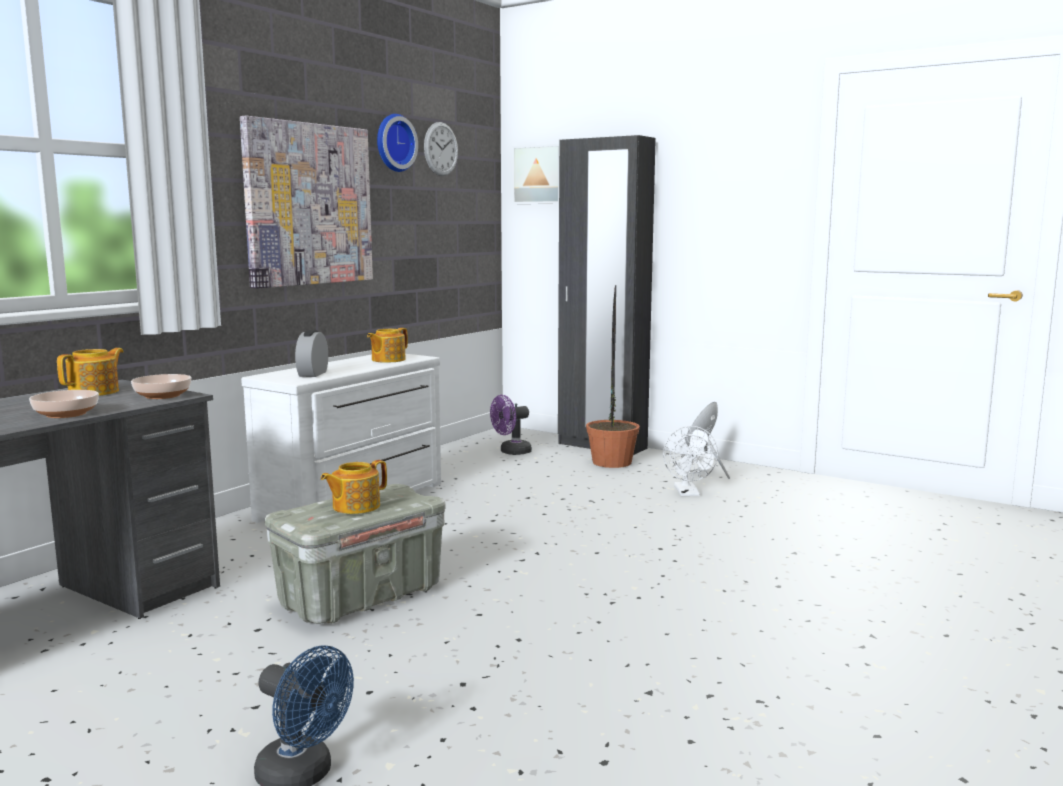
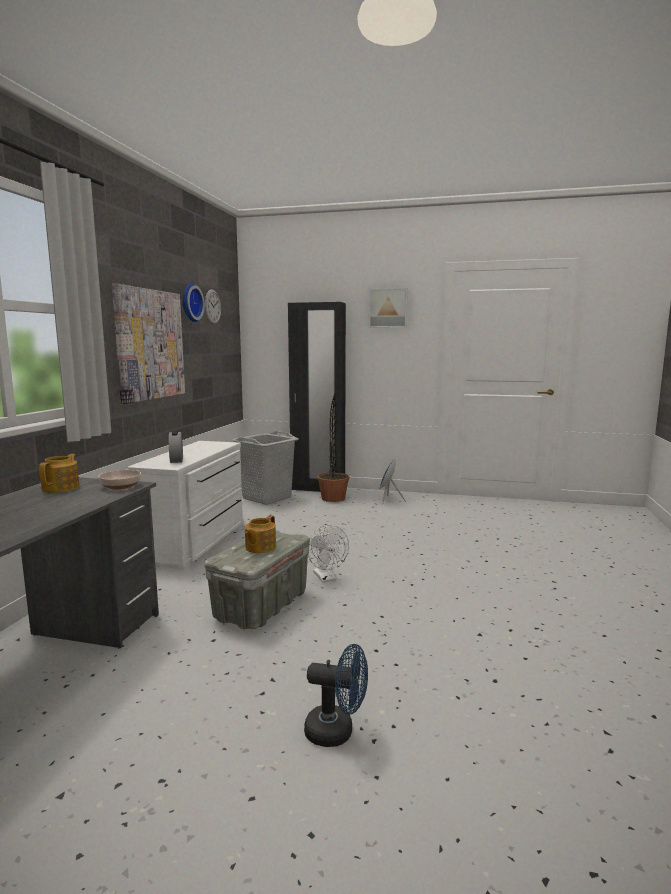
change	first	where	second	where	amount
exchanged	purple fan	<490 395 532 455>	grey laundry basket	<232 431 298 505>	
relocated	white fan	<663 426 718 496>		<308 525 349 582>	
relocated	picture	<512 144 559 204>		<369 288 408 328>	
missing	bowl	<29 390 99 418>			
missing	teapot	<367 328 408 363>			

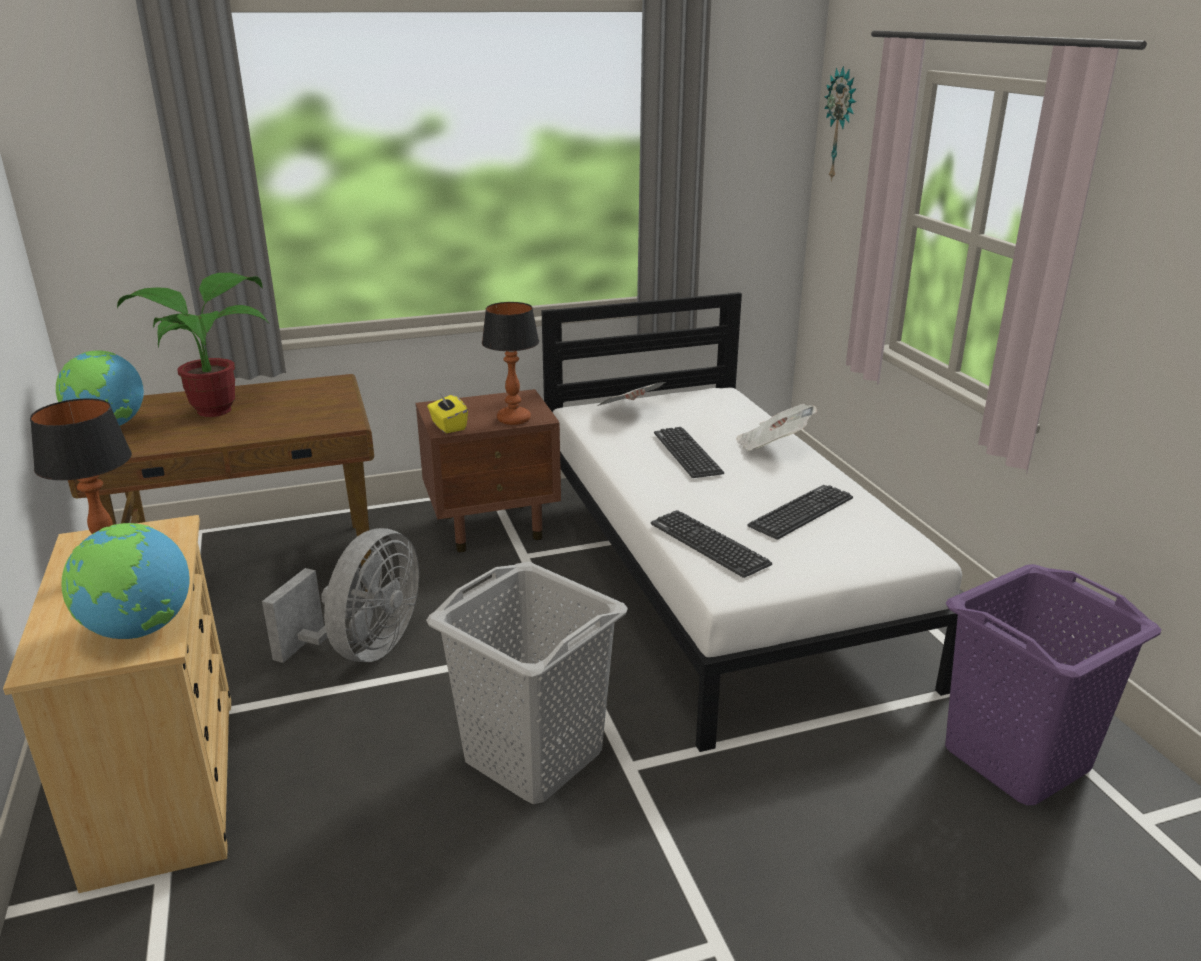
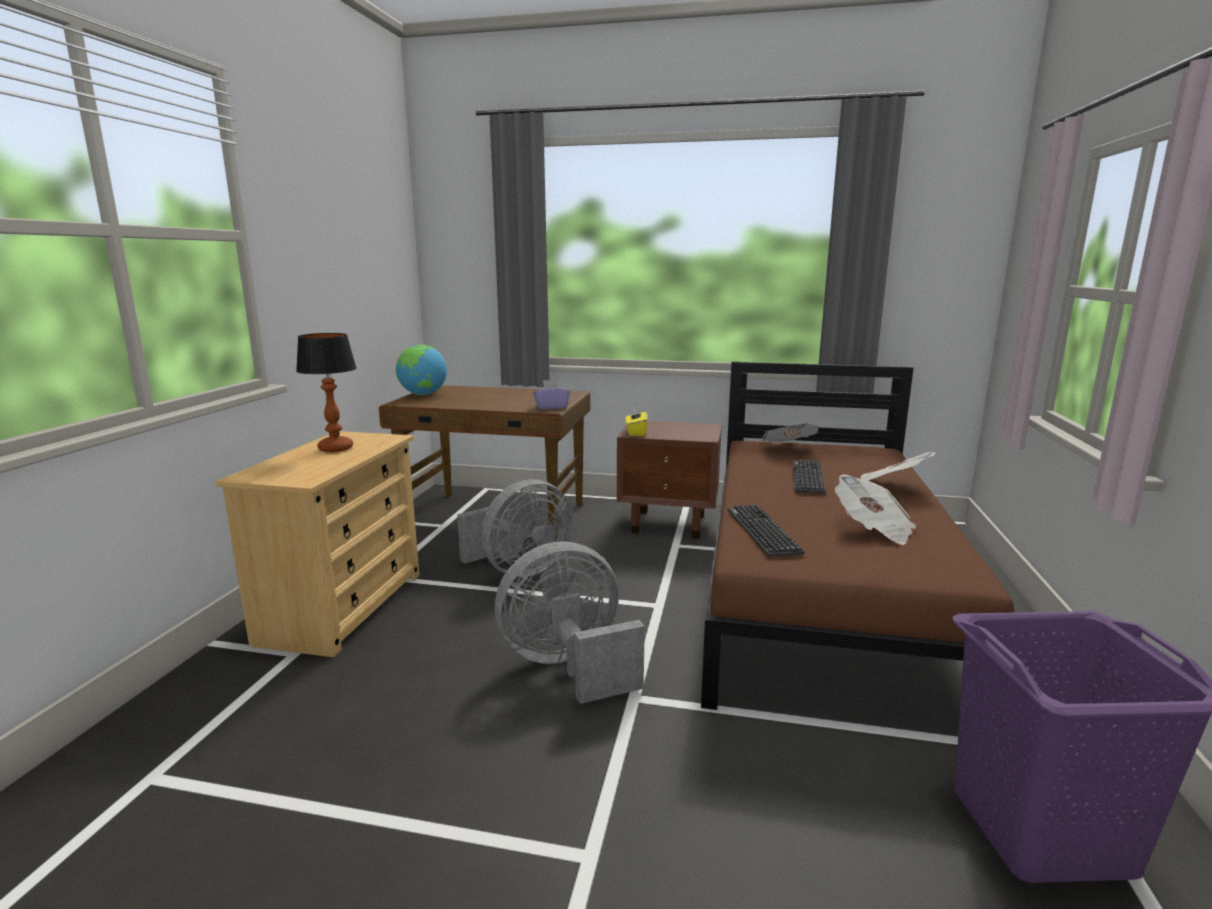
change	first	where	second	where	amount
exchanged	grey laundry basket	<426 562 628 804>	grey fan	<495 541 645 704>	
appeared			purple tissue box	<533 380 570 409>	
colour	white bed	<541 292 962 752>	brown bed	<701 361 1020 710>	
exchanged	keyboard	<747 485 853 540>	newspaper	<835 474 916 545>	
missing	globe	<62 523 190 639>			
missing	potted plant	<117 273 269 417>			
missing	table lamp	<482 302 539 425>			
missing	wall clock	<824 66 856 181>			

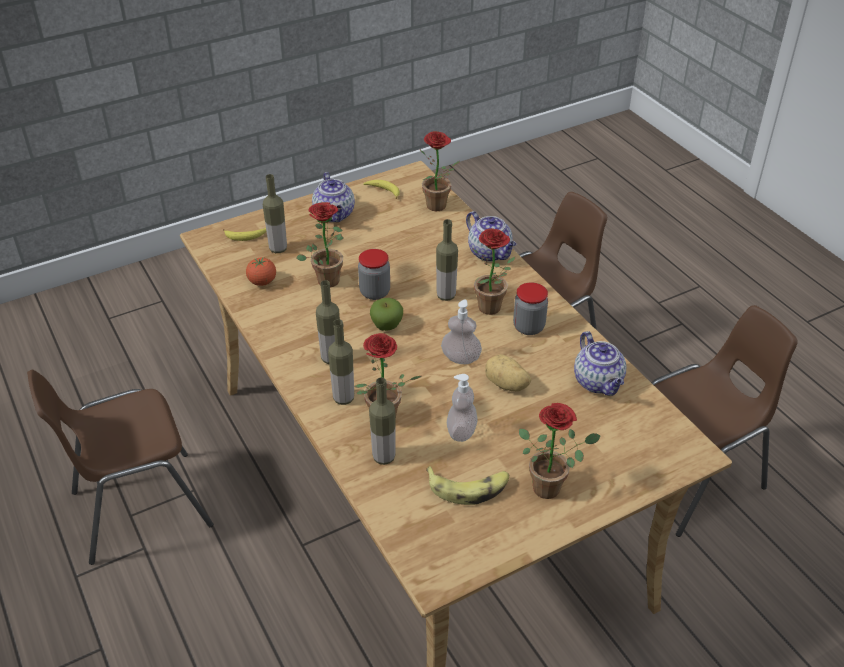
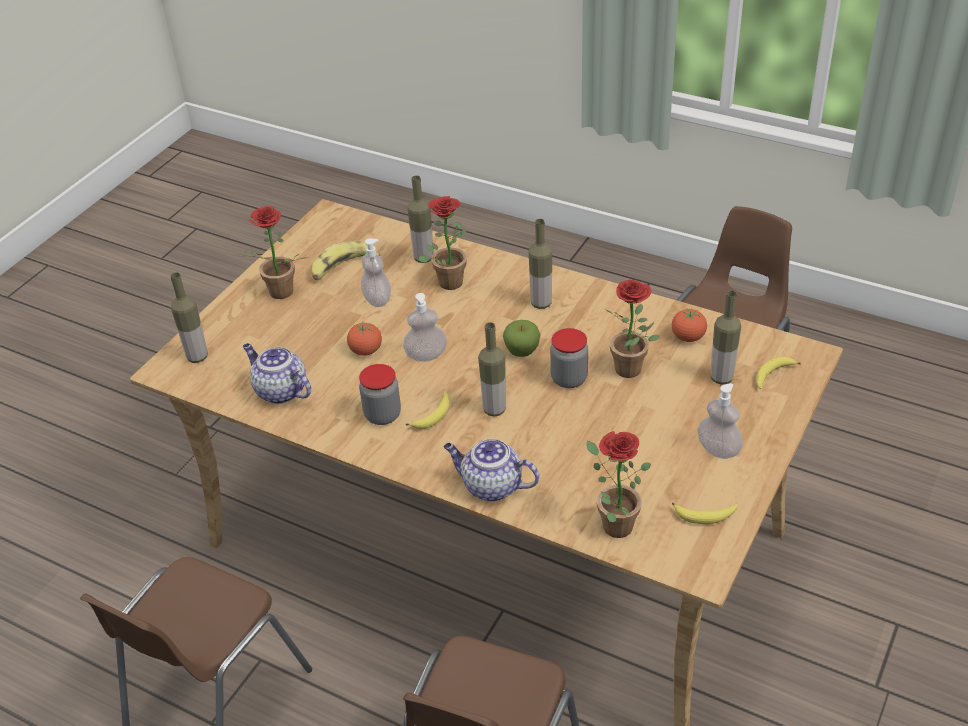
change	first	where	second	where	amount
relocated	bottle	<328 319 354 405>		<170 272 208 363>	
exchanged	potato	<485 354 531 392>	tomato	<347 322 382 356>	
exchanged	potted plant	<472 228 515 315>	banana	<406 392 450 429>	
exchanged	teapot	<312 172 355 222>	soap dispenser	<697 383 743 459>	

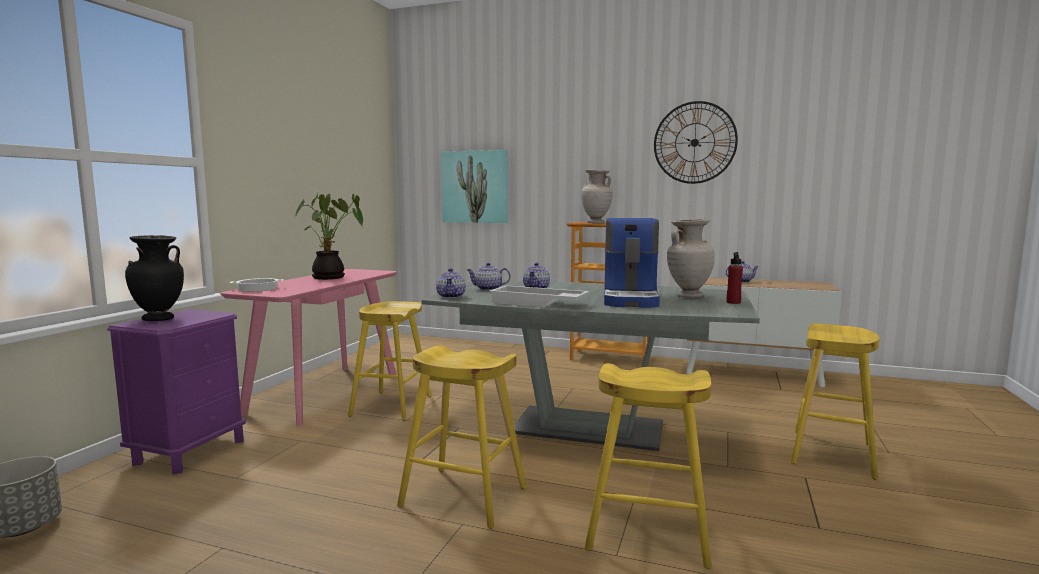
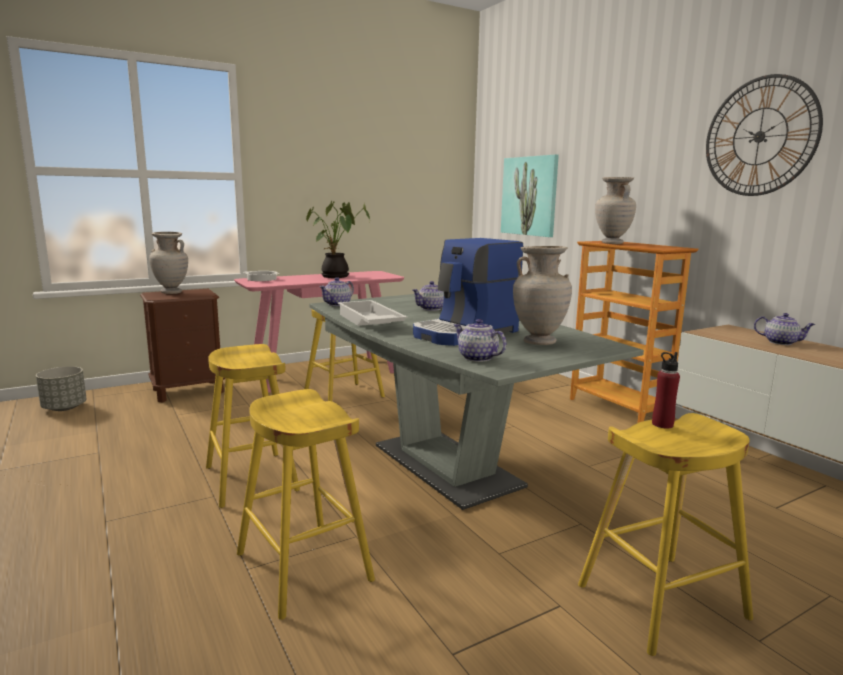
change	first	where	second	where	amount
colour	purple nightstand	<107 309 246 474>	brown nightstand	<140 289 225 403>	
colour	black vase	<125 235 184 321>	beige vase	<149 232 188 294>	
relocated	teapot	<467 263 511 290>		<454 319 506 362>	
relocated	red bottle	<726 252 743 304>		<652 352 680 429>	

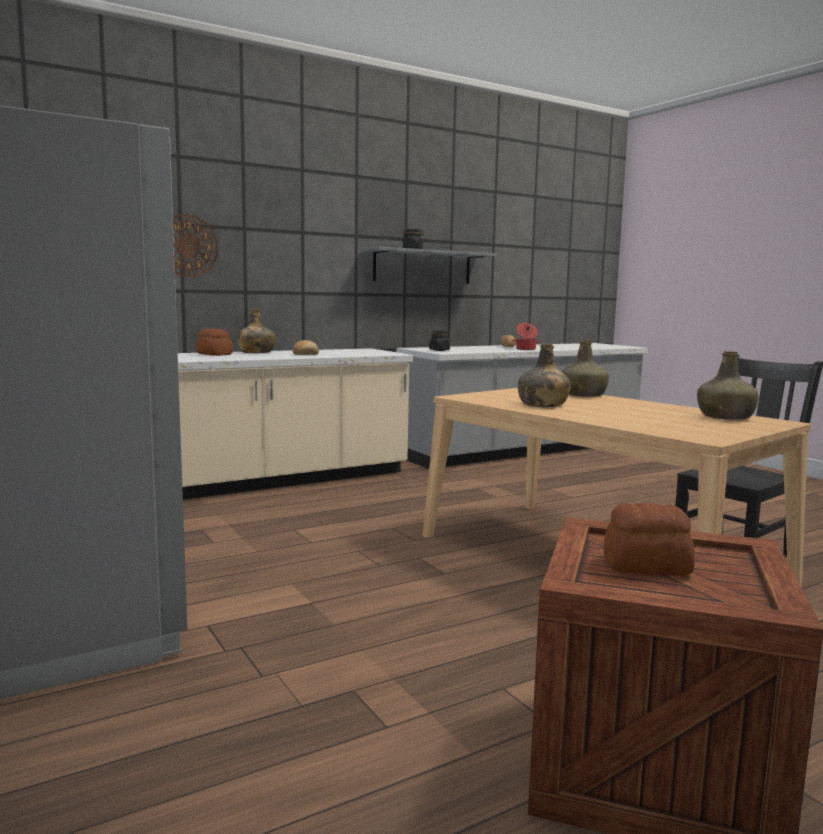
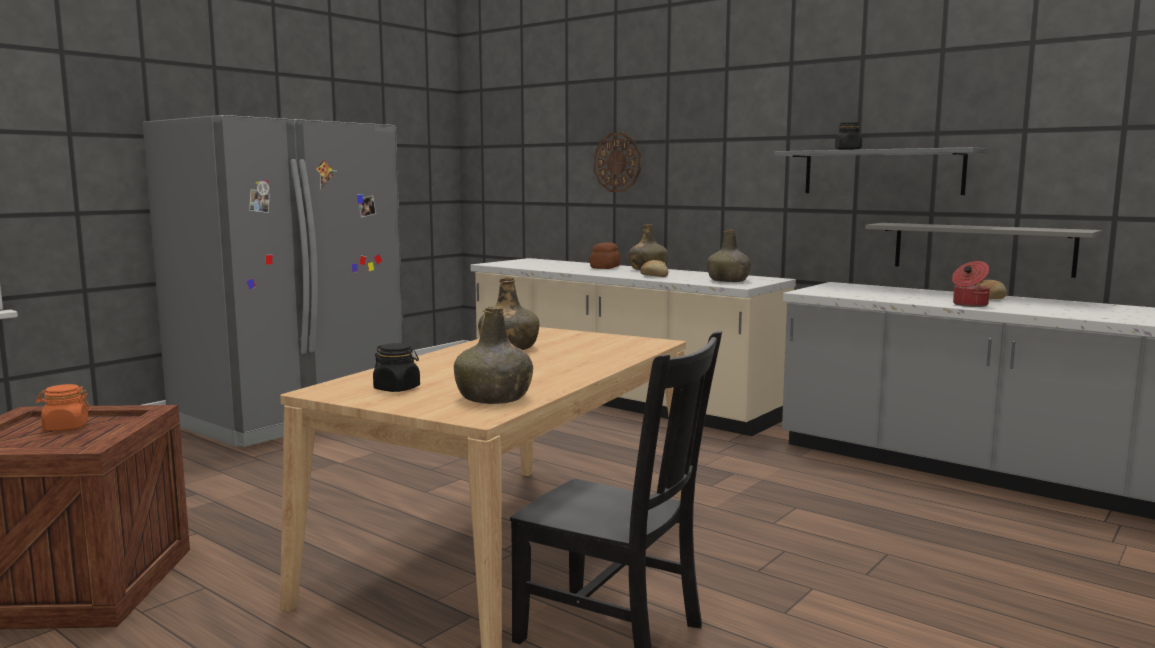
change	first	where	second	where	amount
exchanged	bread	<604 503 695 576>	orange jar	<36 384 91 431>	
relocated	black jar	<429 330 450 351>		<373 343 420 392>	
relocated	green bottle	<562 340 609 397>		<707 230 751 282>	
appeared			grey shelf	<865 223 1102 278>	

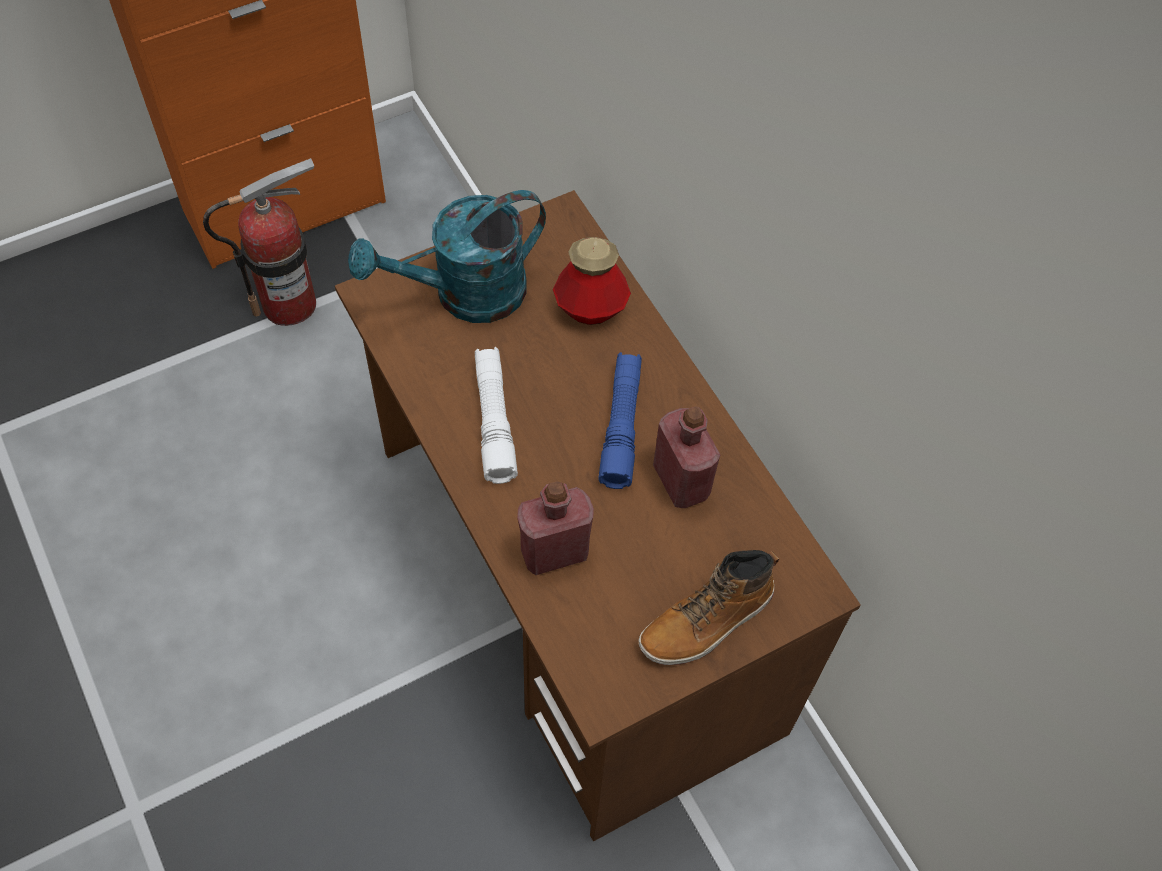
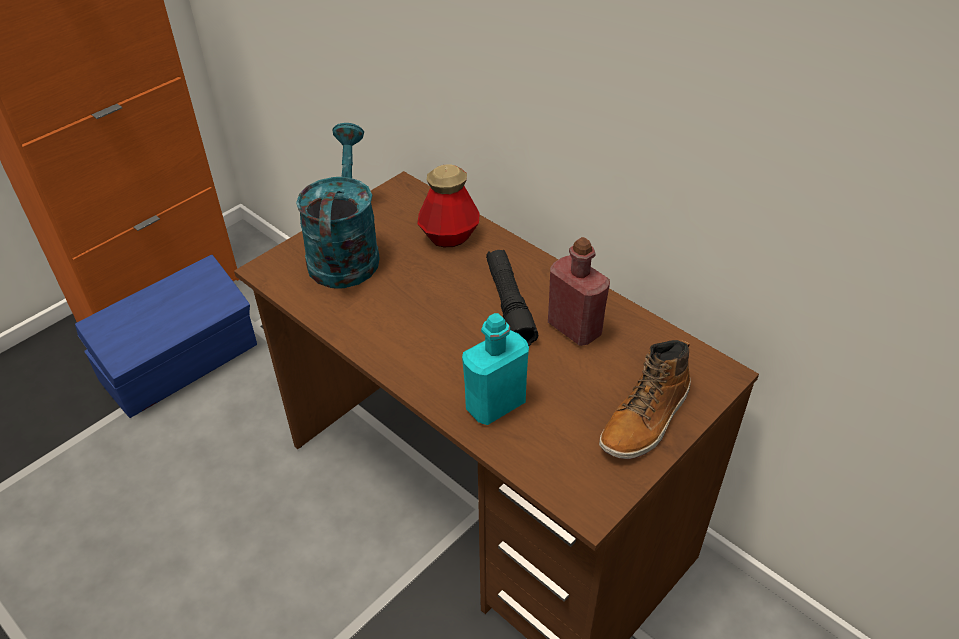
change	first	where	second	where	amount
exchanged	fire extinguisher	<203 158 316 326>	blue storage box	<75 255 257 418>	
spun	turquoise watering can	<348 190 546 323>		<296 123 380 289>	135 degrees clockwise
colour	red bottle	<517 481 594 575>	turquoise bottle	<462 313 529 425>	
colour	blue flashlight	<598 352 642 489>	black flashlight	<486 249 538 346>	
missing	white flashlight	<475 347 518 484>			

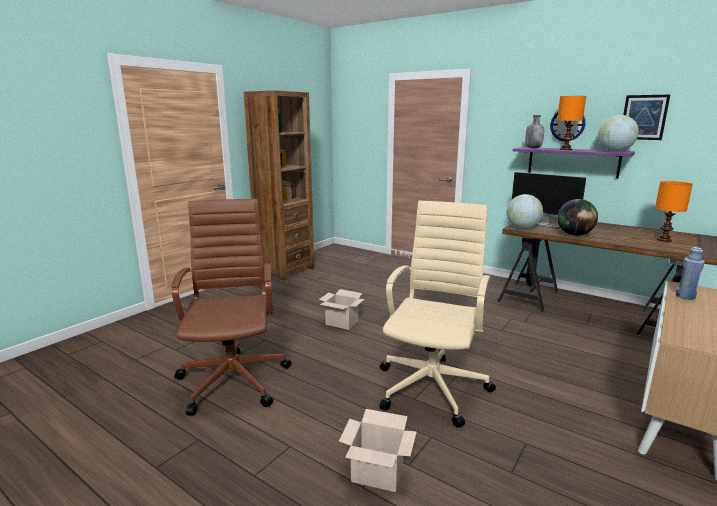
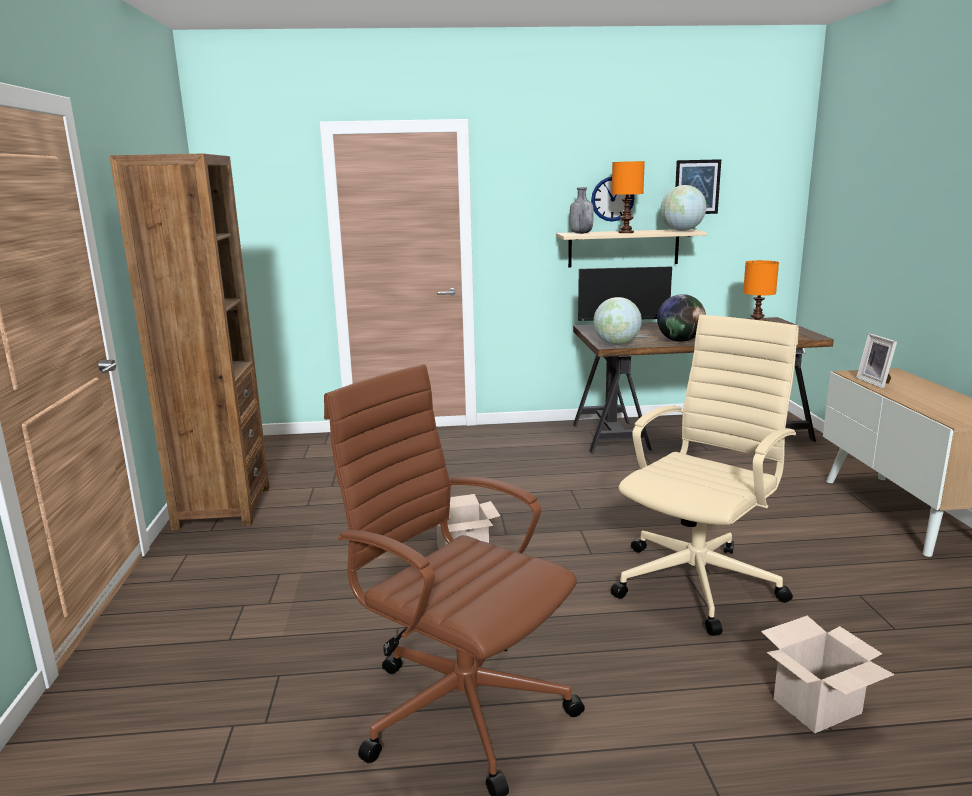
change	first	where	second	where	amount
colour	purple shelf	<513 147 635 178>	beige shelf	<556 229 707 268>	
spun	beige office chair	<380 201 496 428>		<611 314 799 636>	60 degrees clockwise
exchanged	blue bottle	<676 247 705 300>	picture frame	<856 333 897 388>	

